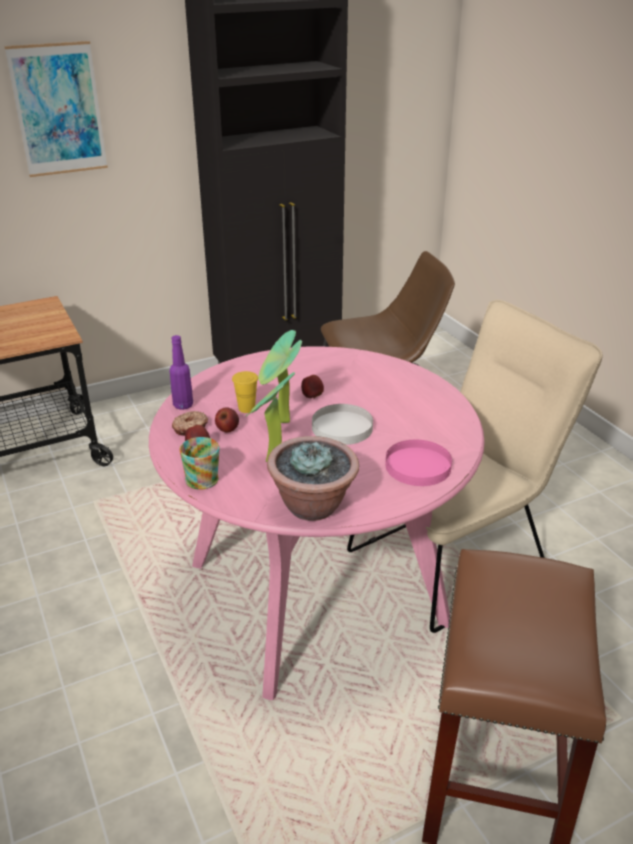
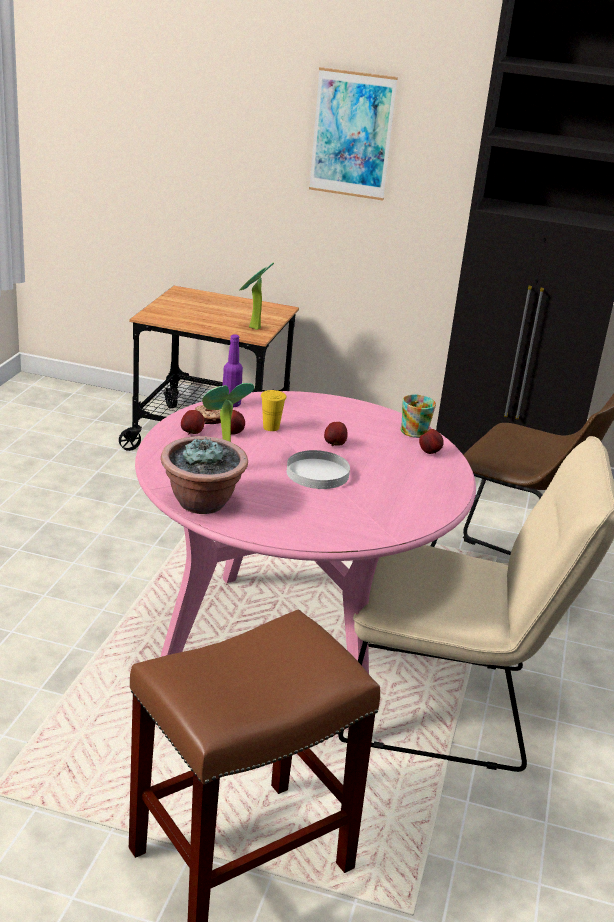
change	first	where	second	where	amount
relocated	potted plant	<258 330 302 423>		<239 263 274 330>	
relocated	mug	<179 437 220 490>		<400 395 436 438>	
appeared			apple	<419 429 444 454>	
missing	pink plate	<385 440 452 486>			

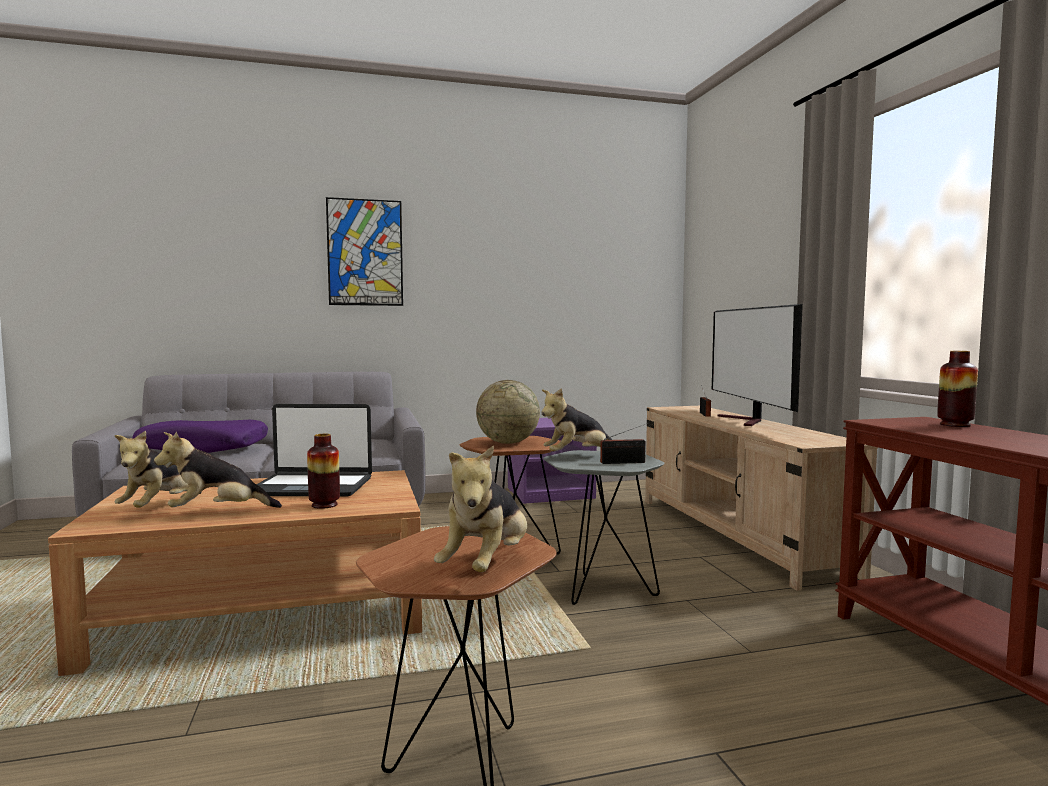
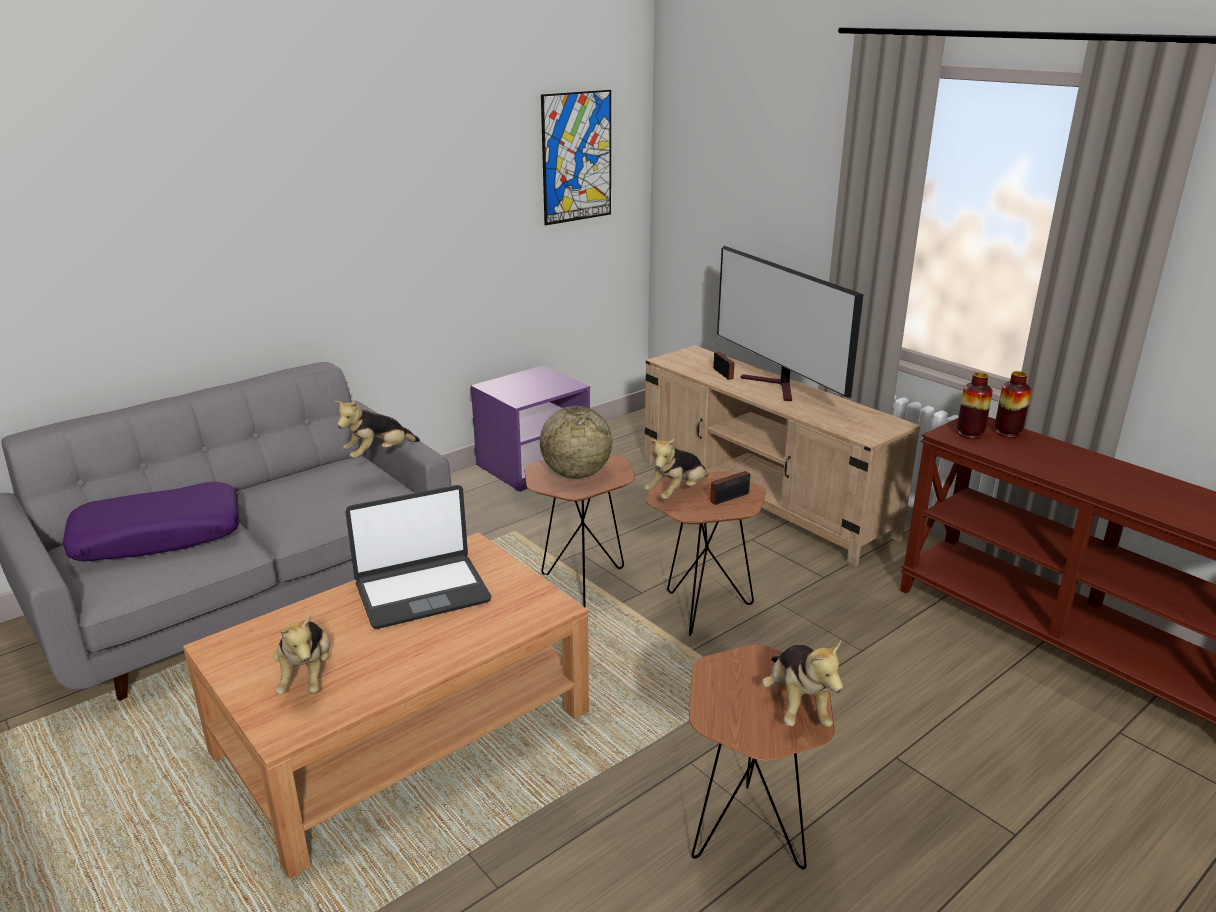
change	first	where	second	where	amount
relocated	plush toy	<154 432 282 508>		<335 400 420 458>	
relocated	picture	<326 197 403 306>		<541 90 611 225>	
colour	grey side table	<543 450 665 605>	brown side table	<646 471 766 636>	
relocated	vase	<307 434 340 509>		<957 372 993 439>	

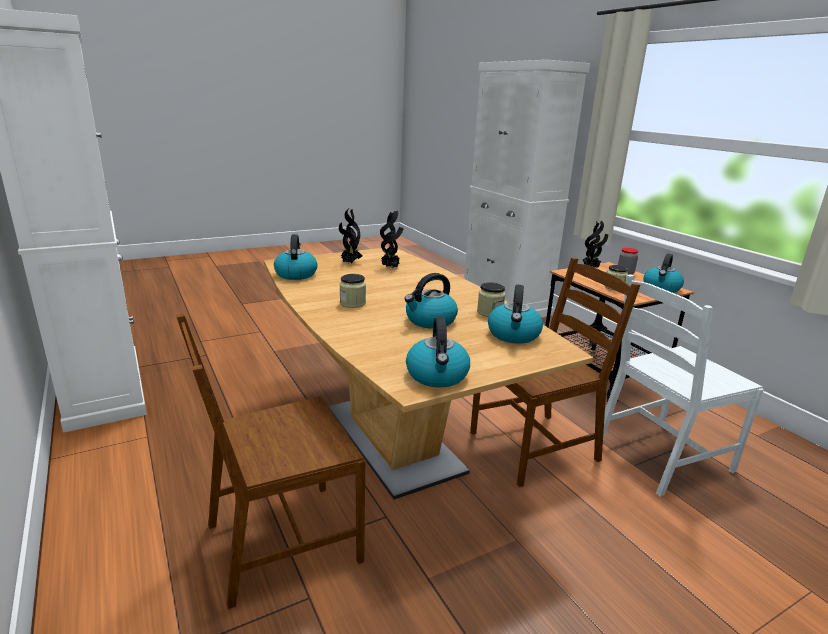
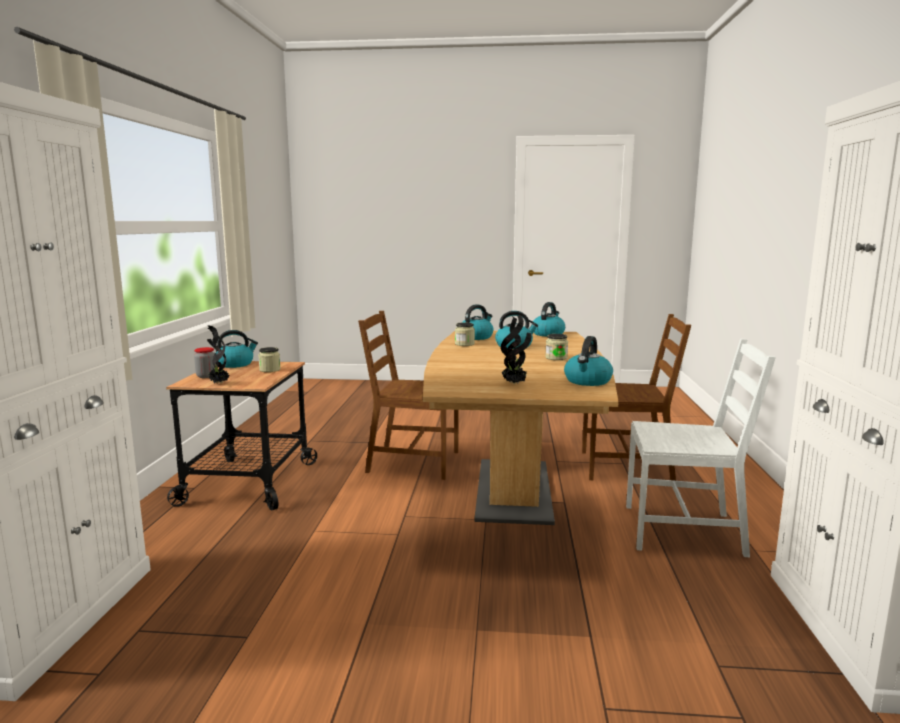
change	first	where	second	where	amount
relocated	white chair	<594 274 764 497>		<626 339 776 557>	
missing	potted plant	<380 211 404 269>			

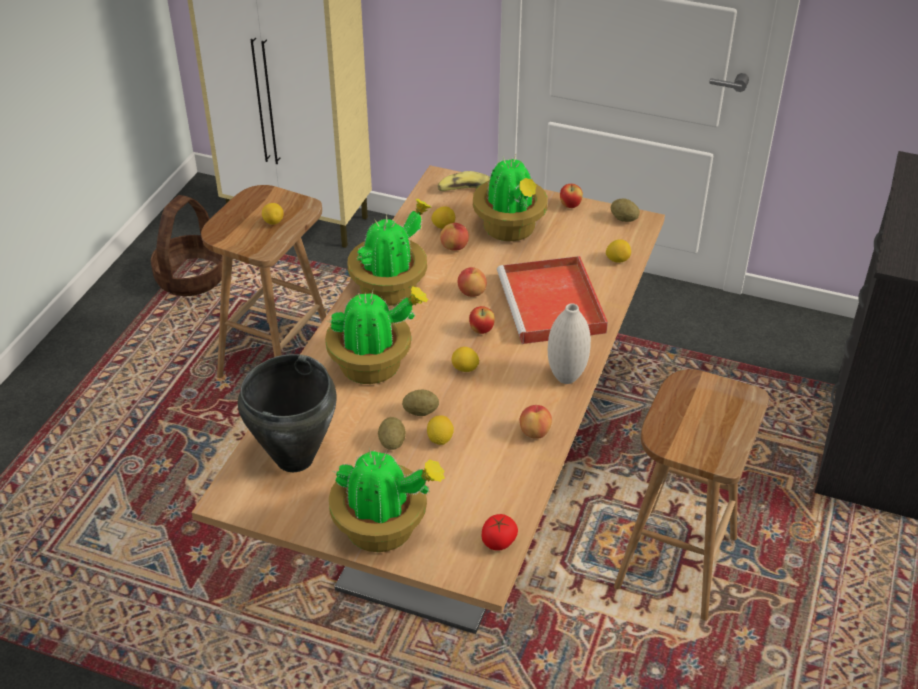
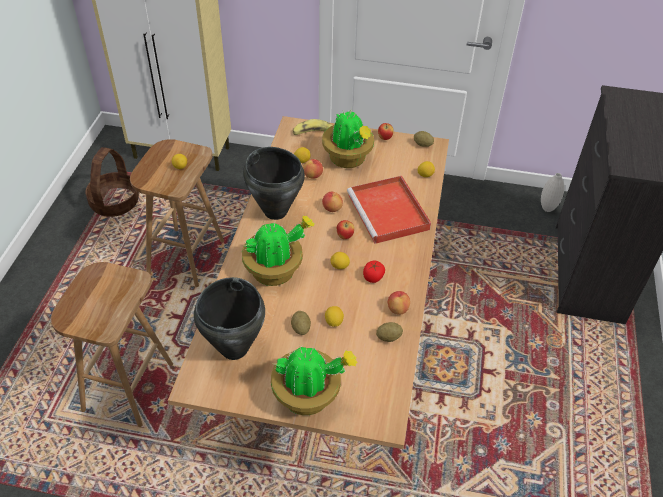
change	first	where	second	where	amount
relocated	brown stool	<614 369 769 620>		<51 262 173 427>	
exchanged	potted plant	<348 199 432 306>	black cooking pot	<243 147 305 220>	
relocated	tomato	<482 514 518 551>		<363 260 385 283>	
relocated	potato	<402 390 439 416>		<376 322 403 342>	
relocated	white vase	<548 303 591 384>		<541 173 565 212>	

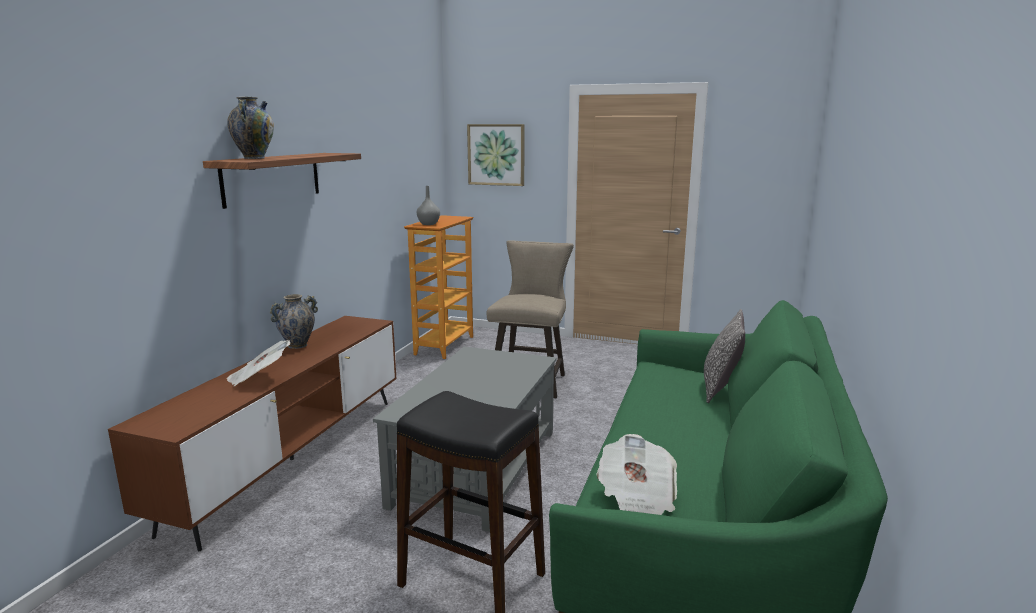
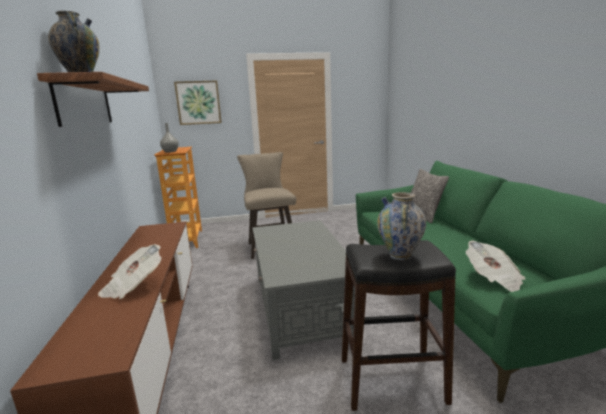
change	first	where	second	where	amount
relocated	vase	<270 294 318 349>		<377 192 426 260>	

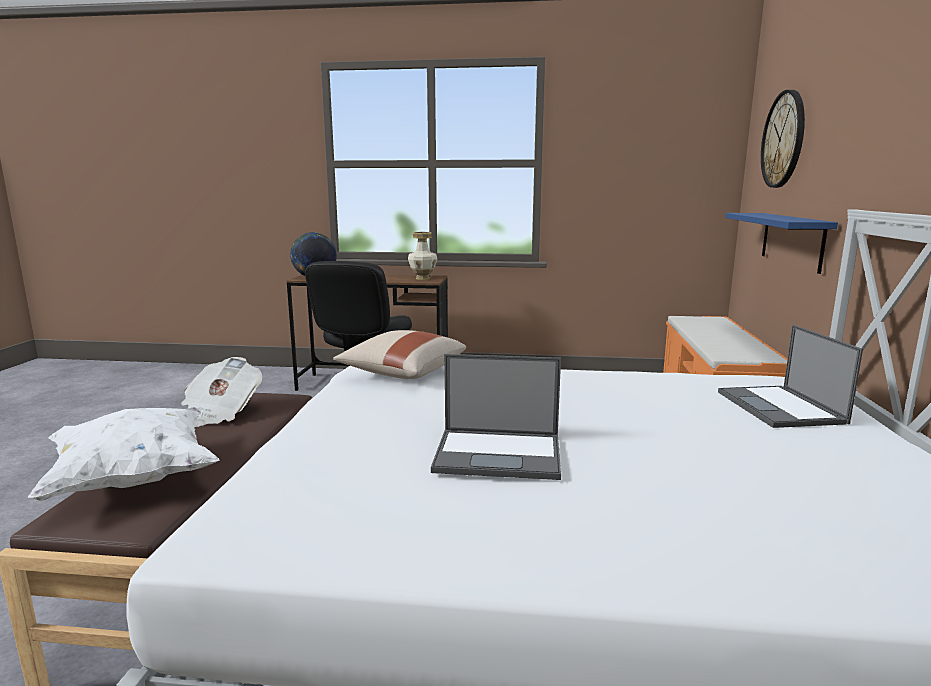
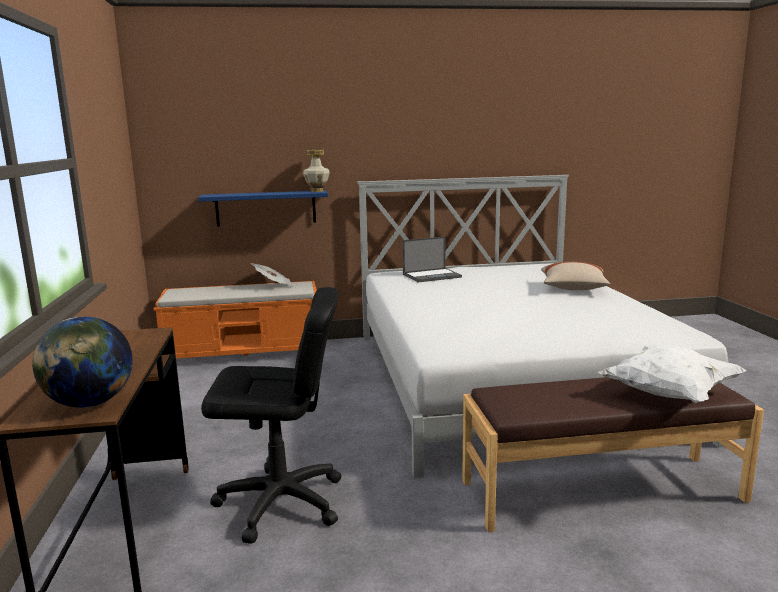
change	first	where	second	where	amount
relocated	newspaper	<181 357 262 427>		<251 263 295 287>	
relocated	vase	<408 232 437 280>		<303 150 330 192>	
relocated	beige pillow	<333 330 466 379>		<541 262 610 290>	
missing	laptop	<431 354 561 480>			
missing	wall clock	<761 90 805 188>			

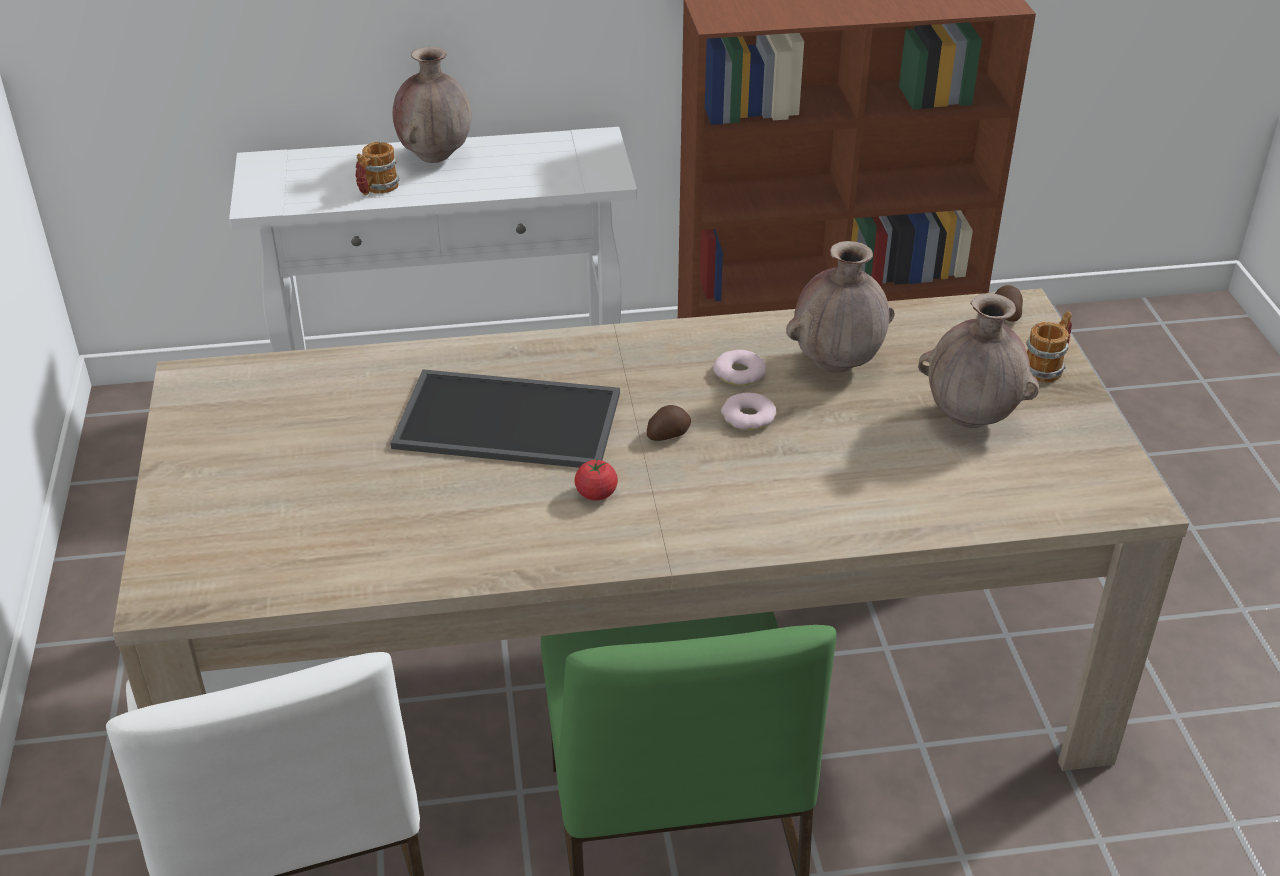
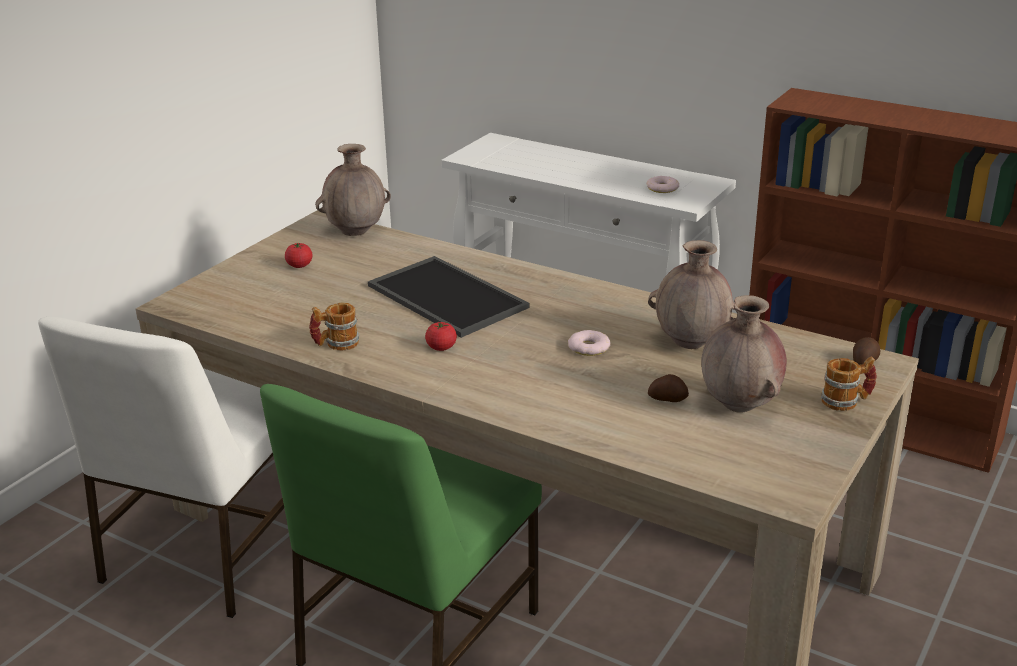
change	first	where	second	where	amount
appeared			tomato	<285 243 313 268>	
relocated	mug	<356 142 400 195>		<309 303 360 350>	
relocated	brown vase	<393 47 472 163>		<315 144 391 236>	
relocated	donut	<713 350 766 385>		<646 176 679 193>	
relocated	potato	<647 405 691 441>		<648 374 689 402>	

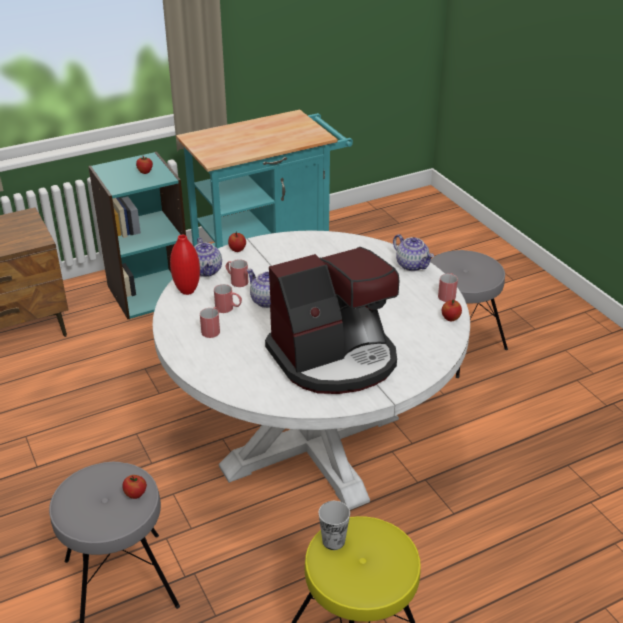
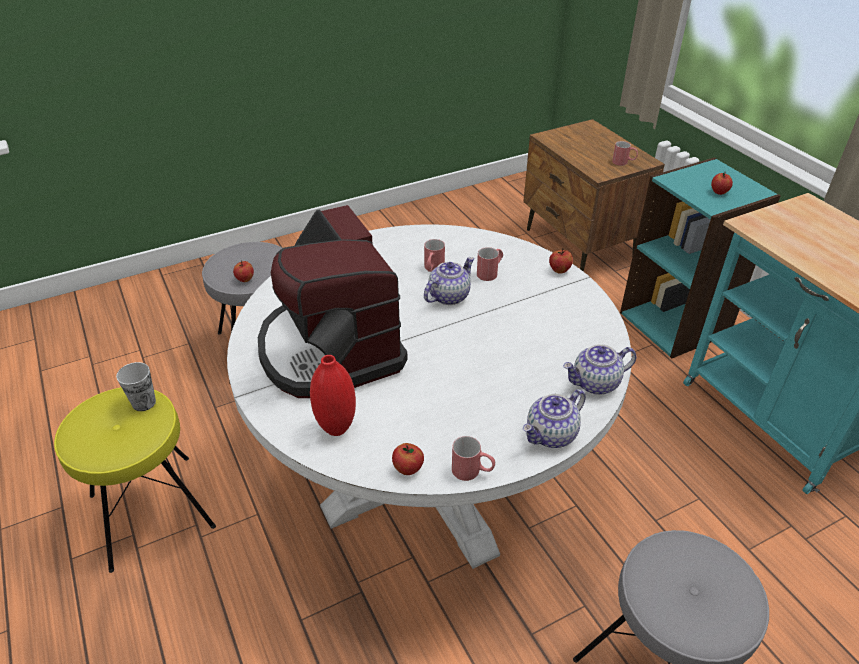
change	first	where	second	where	amount
relocated	red vase	<170 235 200 295>		<310 355 356 436>	
relocated	teapot	<194 238 222 277>		<563 344 636 395>	
relocated	red mug	<200 307 220 338>		<612 141 638 166>	

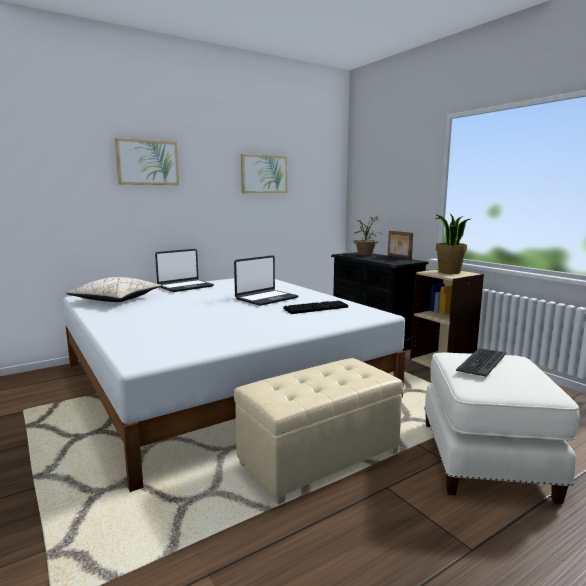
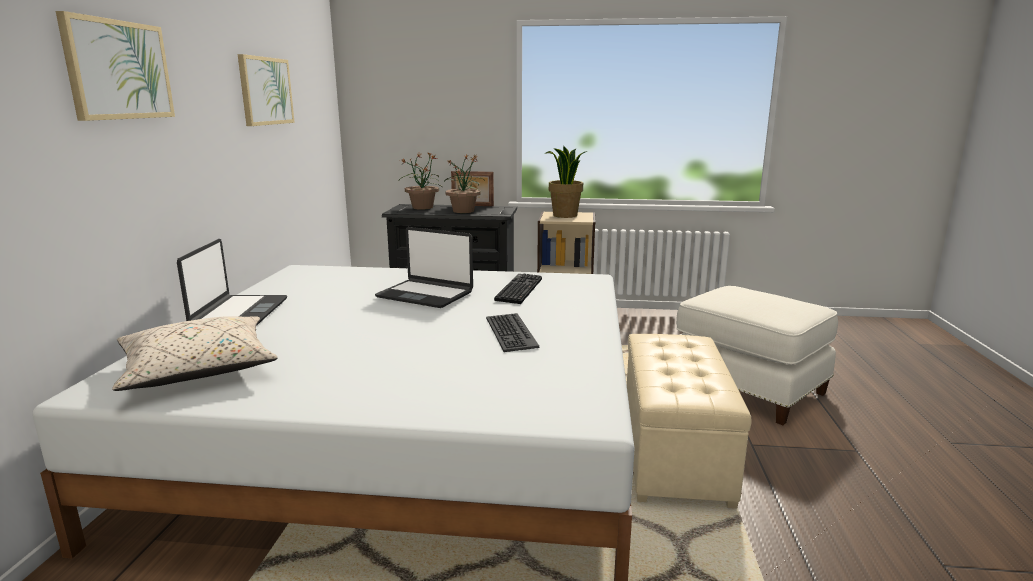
change	first	where	second	where	amount
spun	laptop	<234 255 298 306>		<375 227 473 308>	120 degrees clockwise
appeared			potted plant	<444 154 485 213>	
relocated	keyboard	<456 348 506 377>		<486 313 539 352>	

